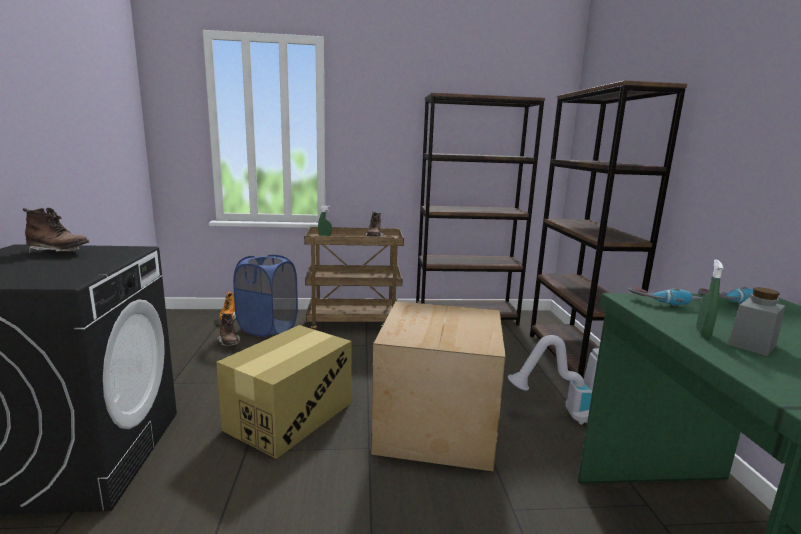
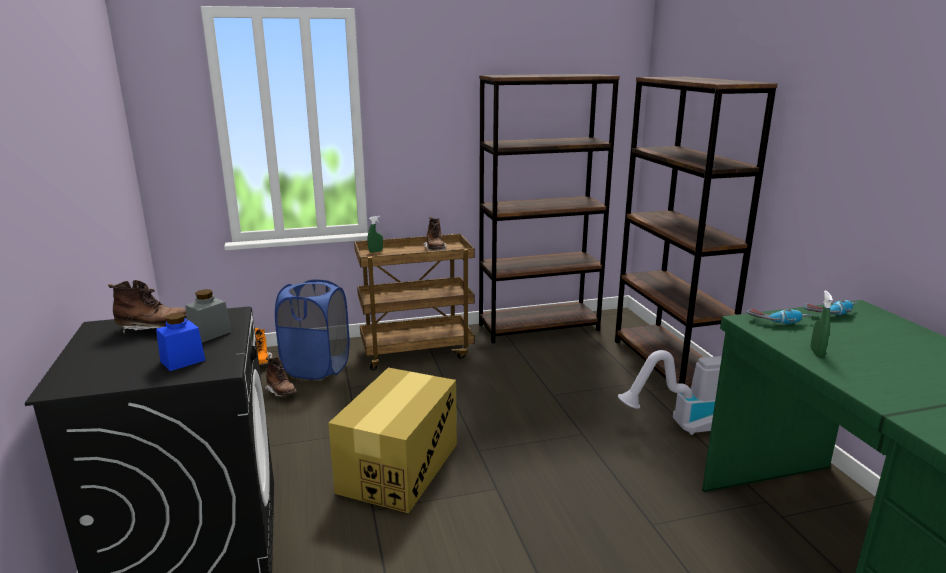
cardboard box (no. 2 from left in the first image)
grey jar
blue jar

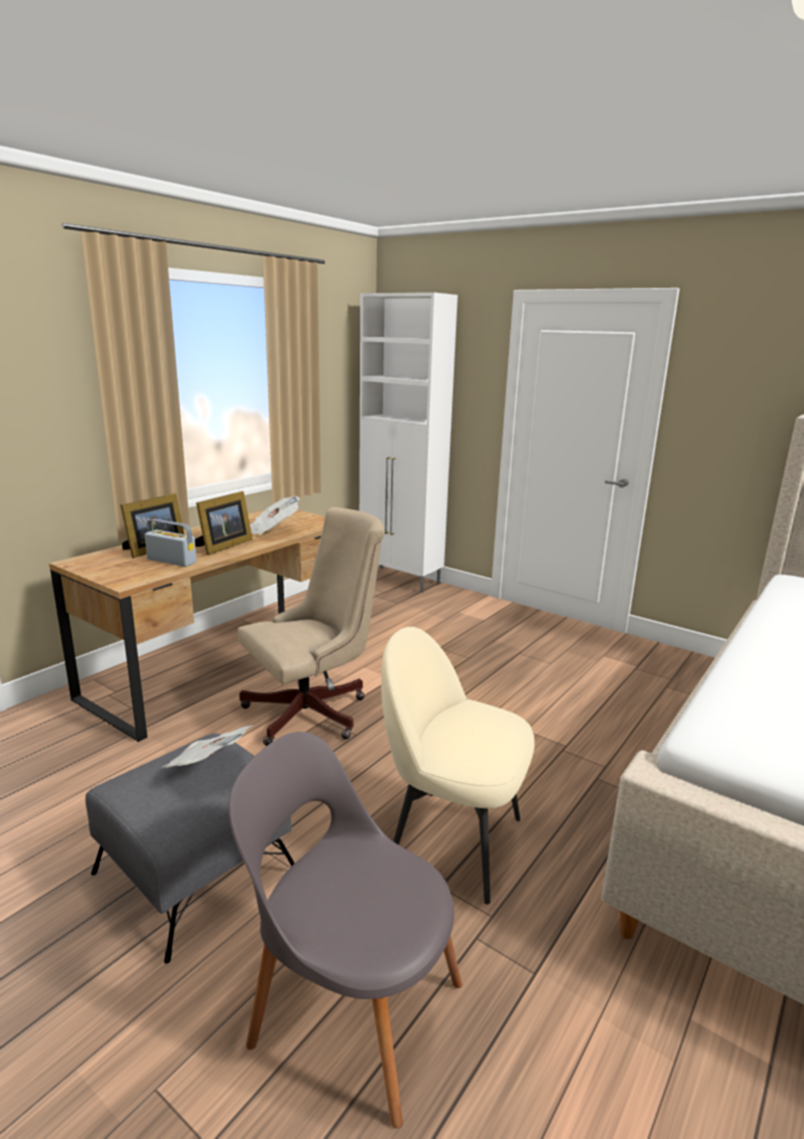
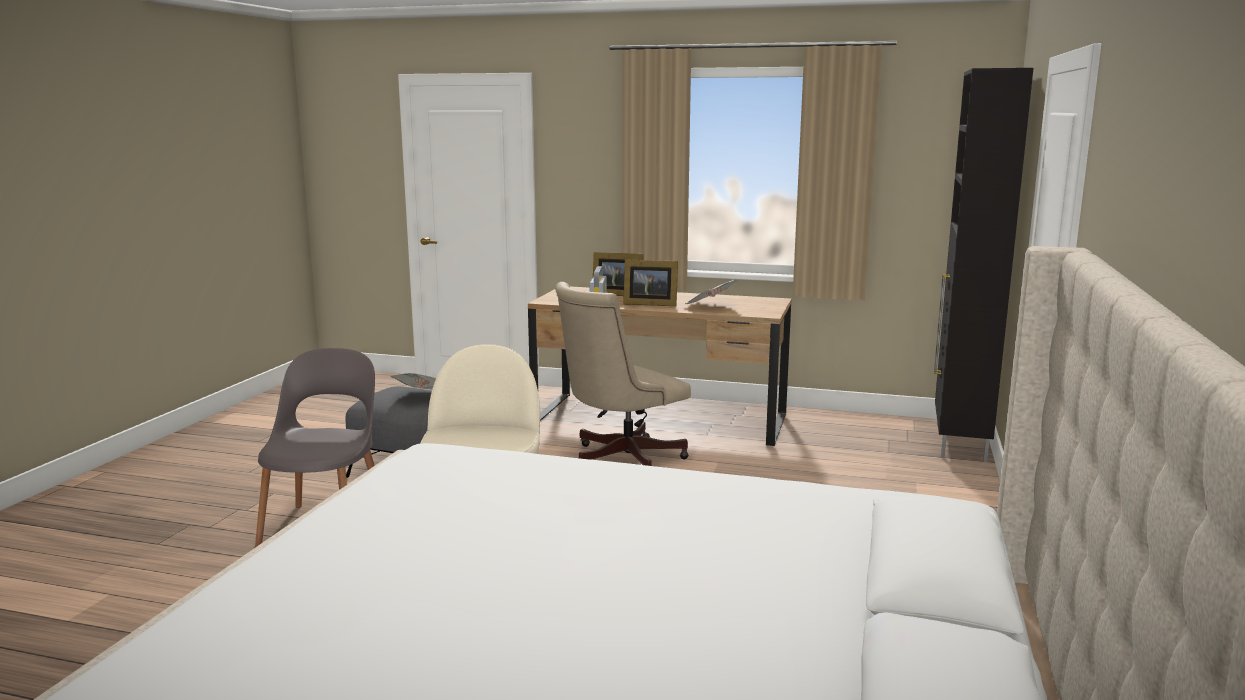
beige office chair
black cabinet

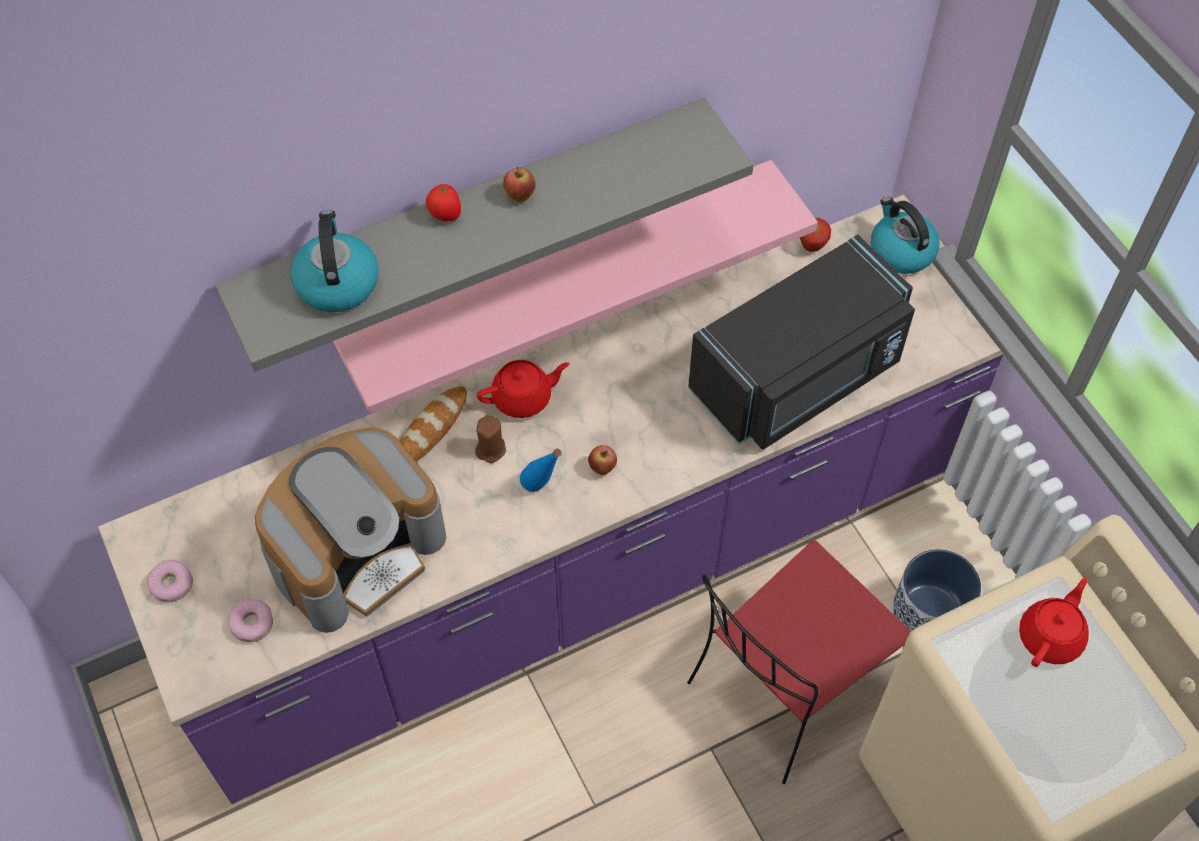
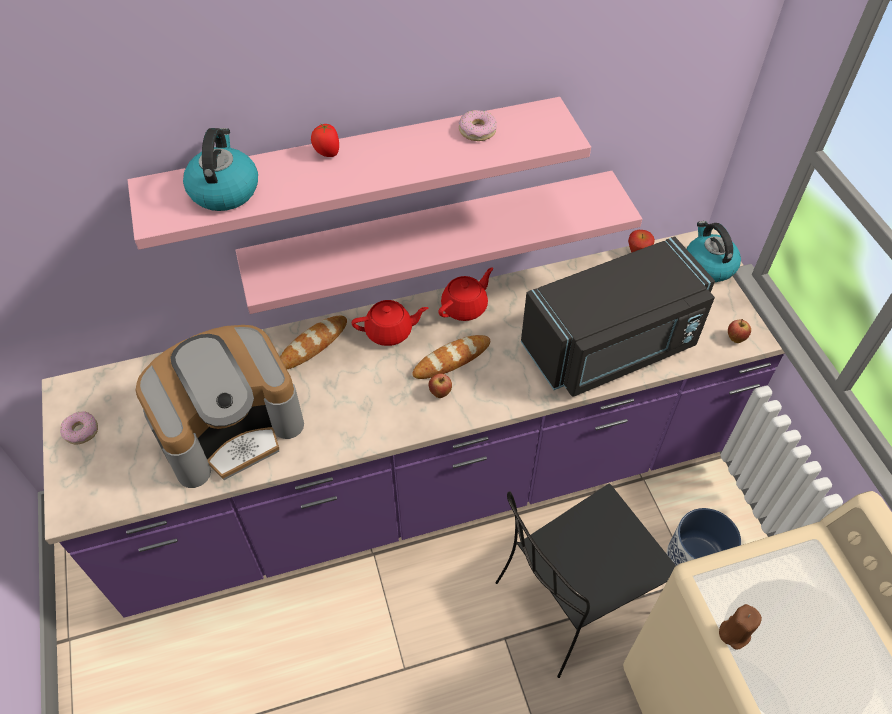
pink shelf (no. 1 from left)
donut (no. 2 from left)
brown candle
apple (no. 3 from left)
blue bottle
black chair
red teapot (no. 2 from left)
bread (no. 2 from left)

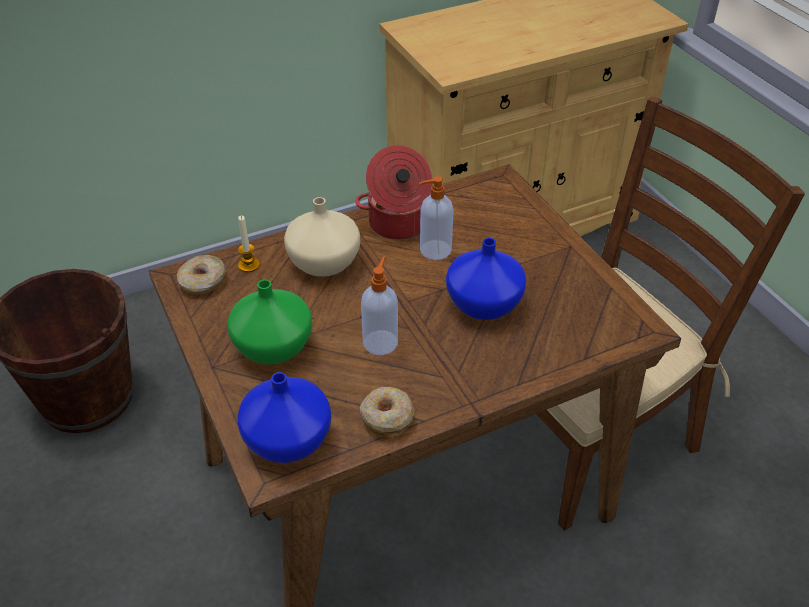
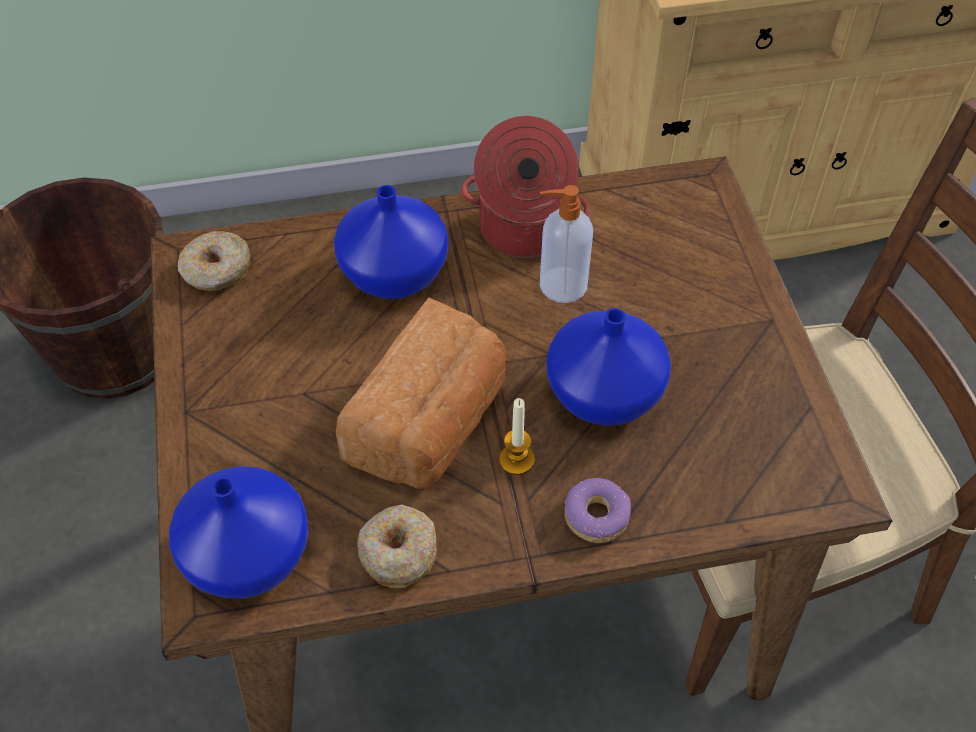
green vase
candle
blue vase (no. 2 from left)
bread
donut (no. 3 from left)

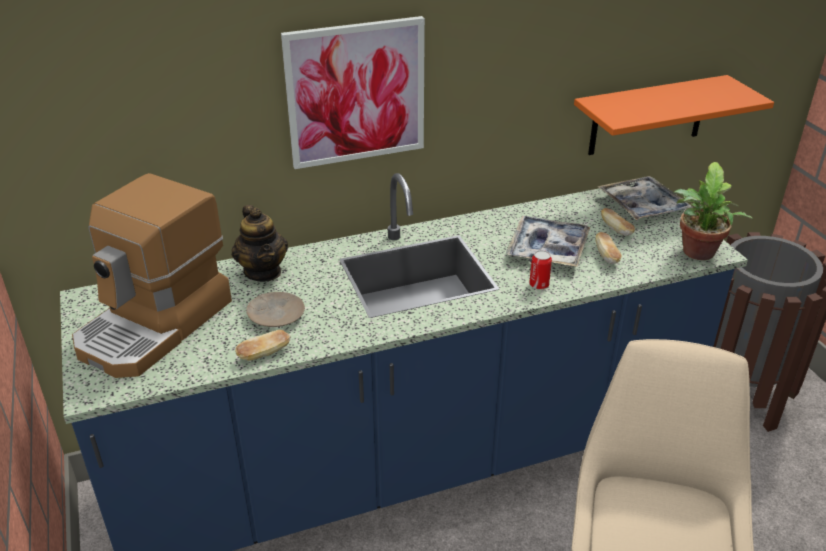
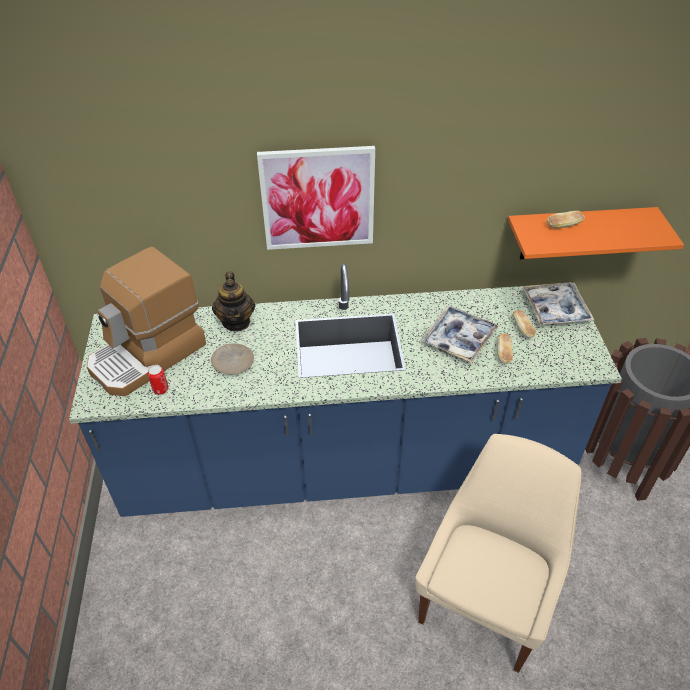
bread (no. 3 from left)
can
potted plant

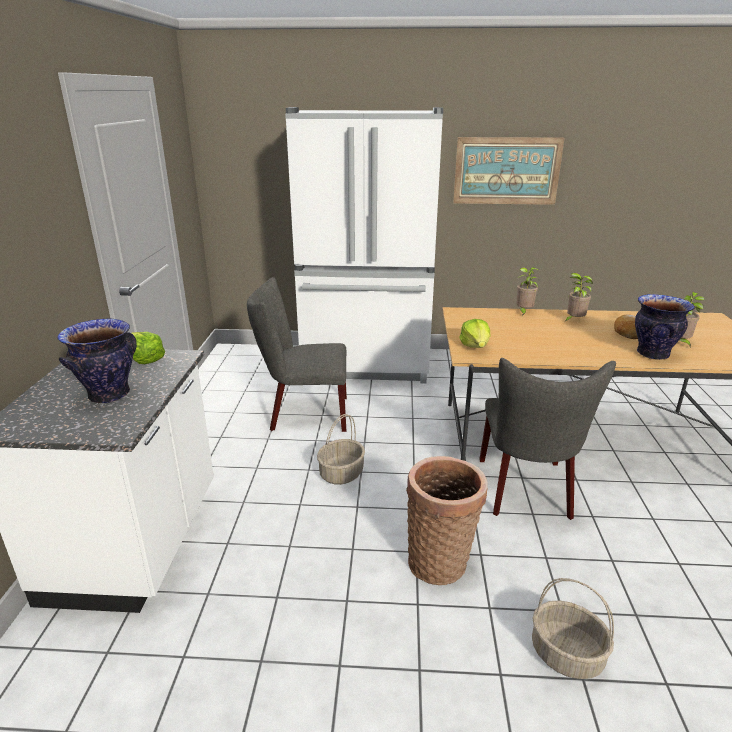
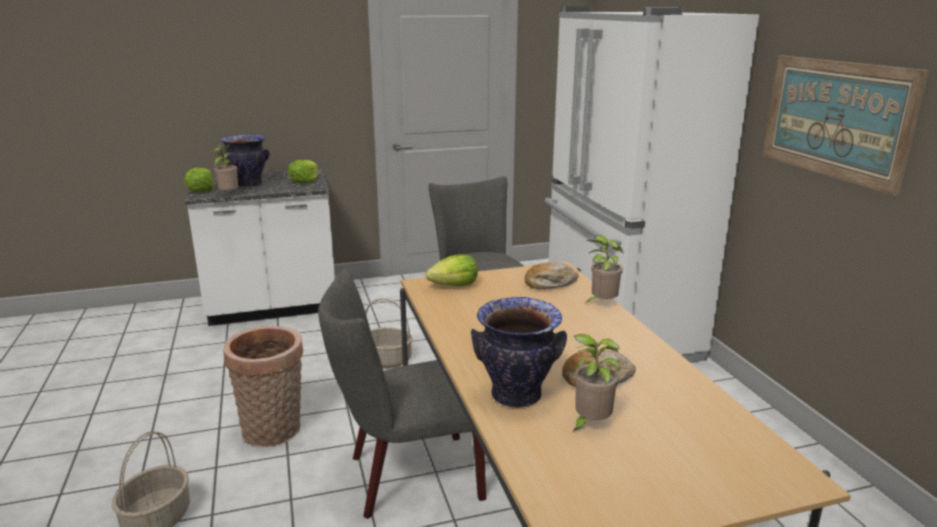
potted plant (no. 1 from left)
lettuce (no. 1 from left)
bread (no. 1 from left)

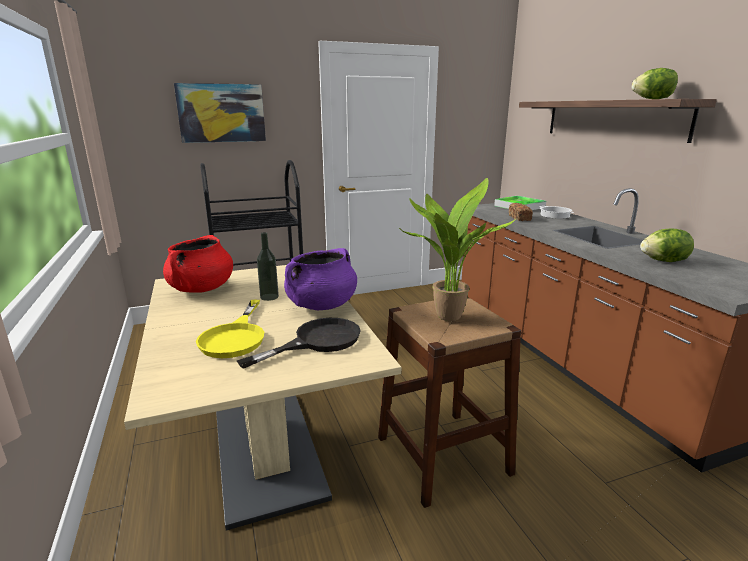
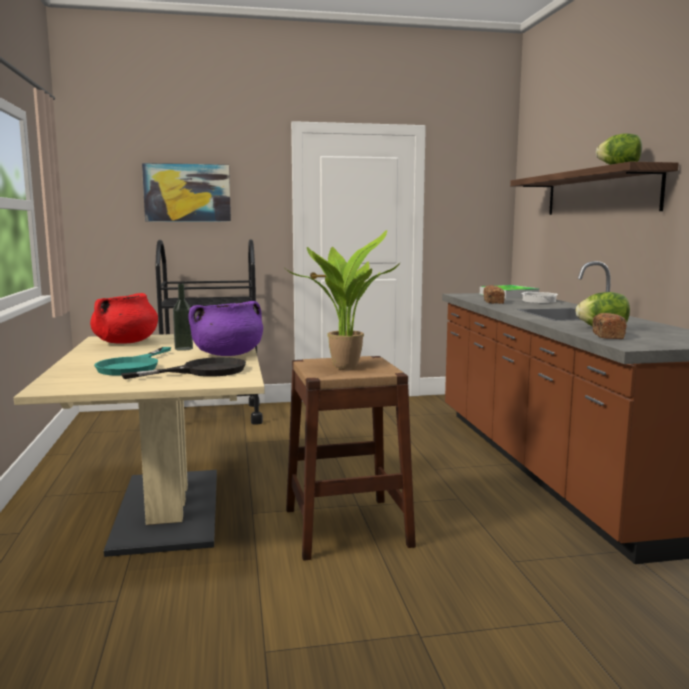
turquoise frying pan
bread (no. 2 from left)

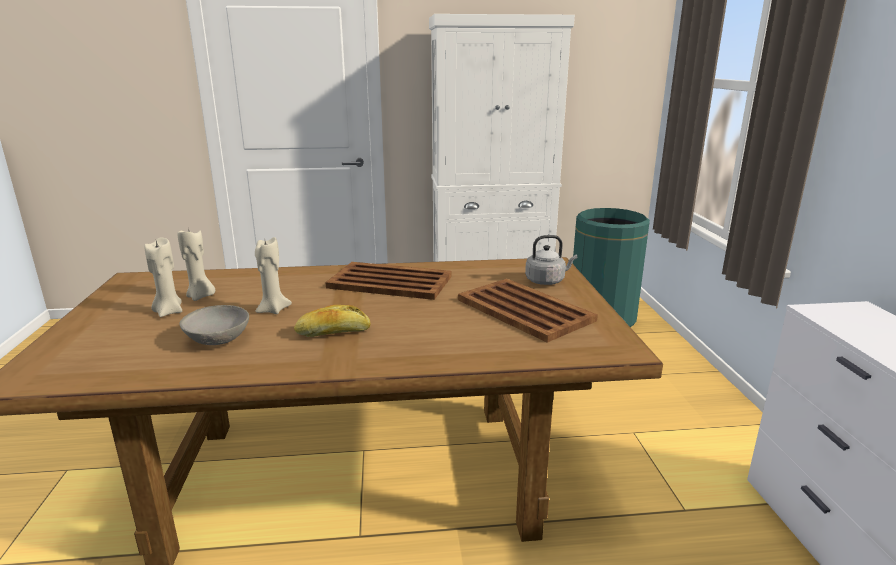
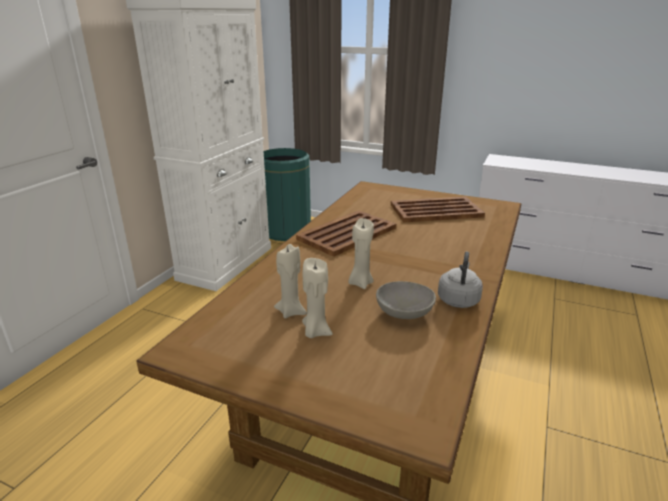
bread
grey kettle

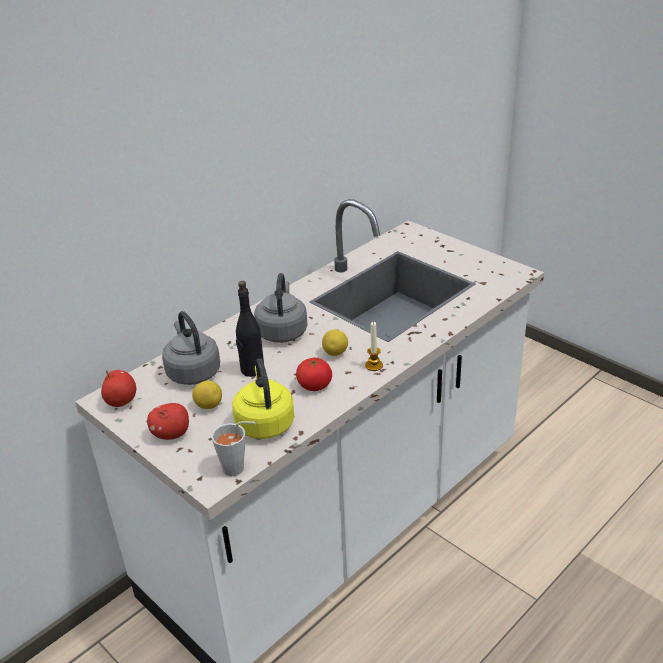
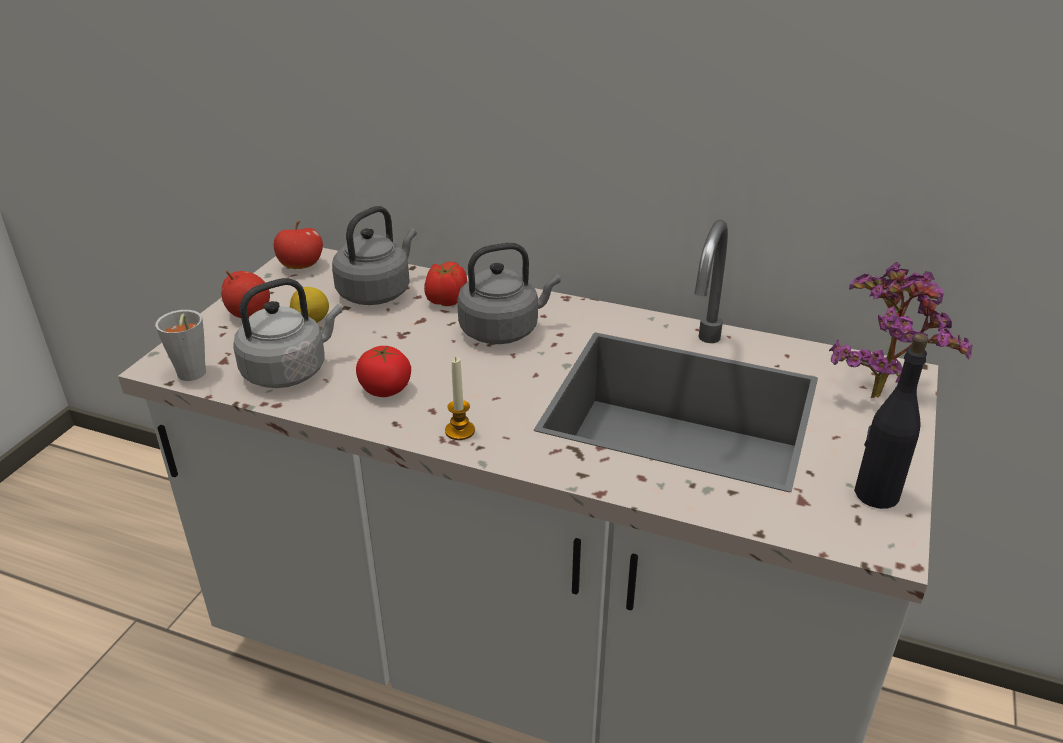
grey kettle (no. 1 from left)
black bottle
lemon (no. 2 from left in the first image)
tomato (no. 2 from left)
potted plant

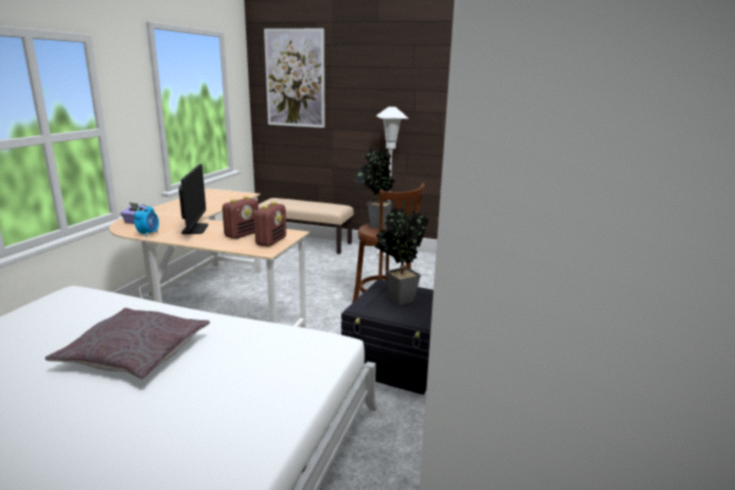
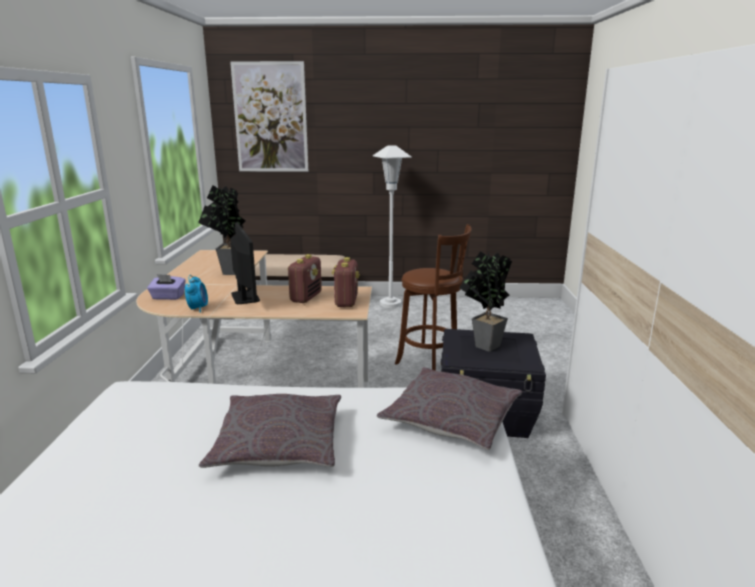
potted plant (no. 1 from left)
grey pillow (no. 2 from left)

